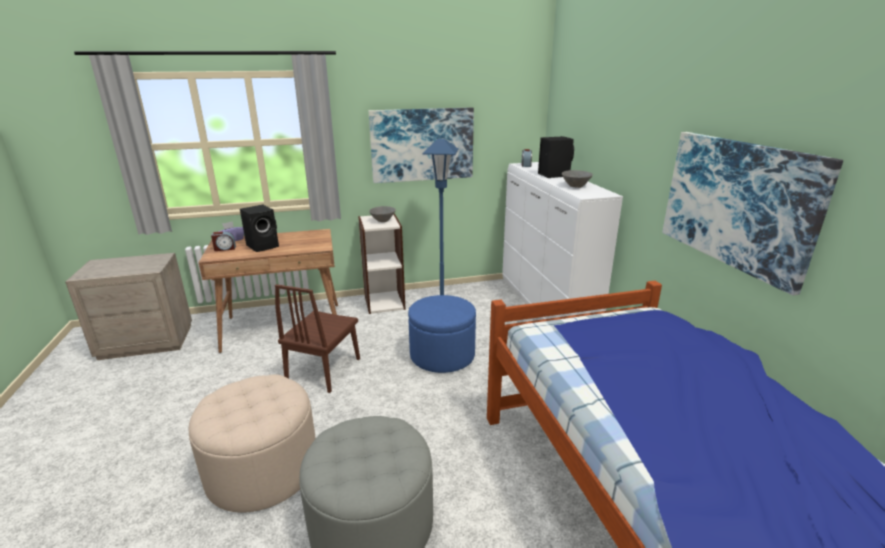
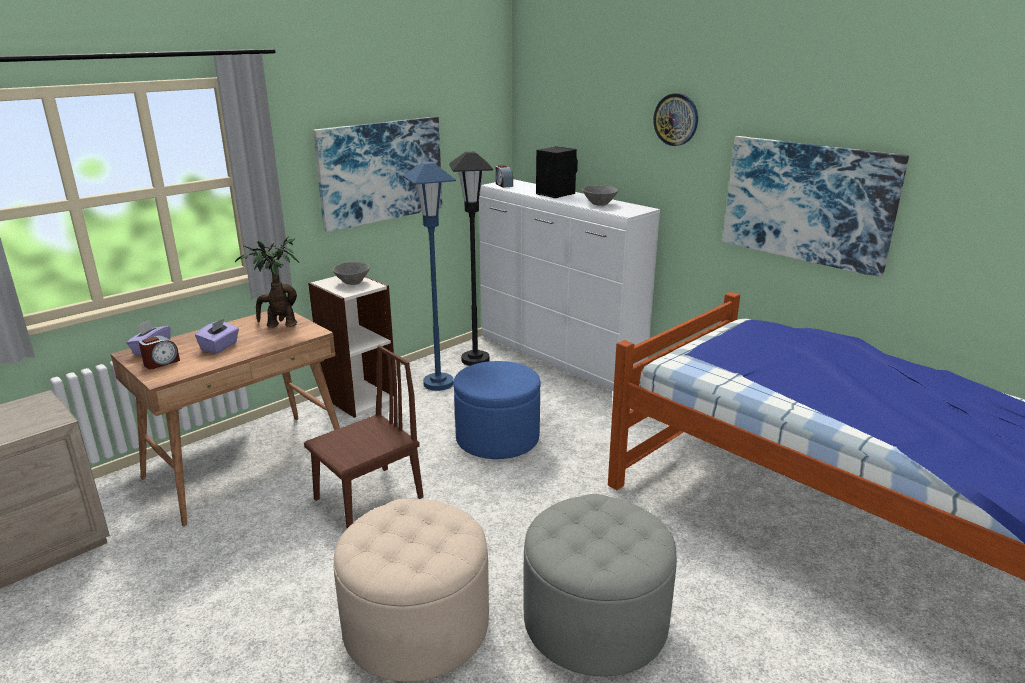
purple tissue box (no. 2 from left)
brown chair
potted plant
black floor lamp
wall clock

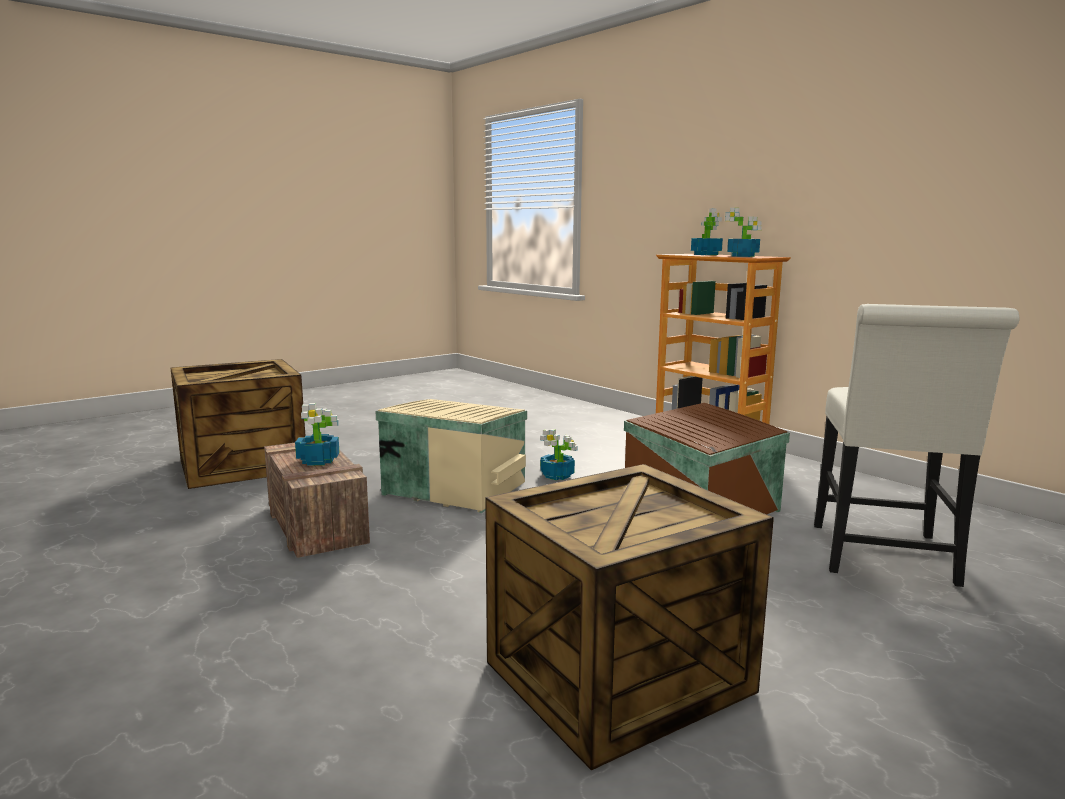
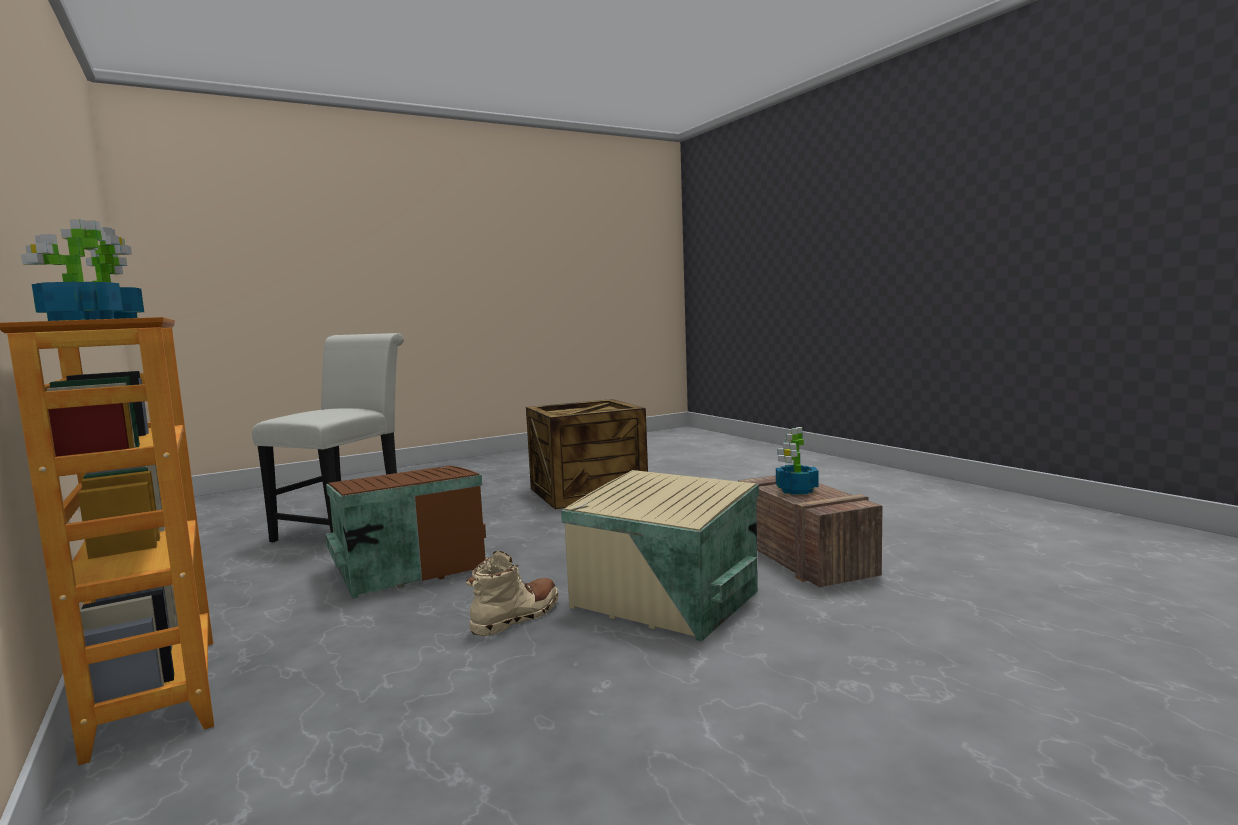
crate (no. 1 from left in the first image)
beige boot

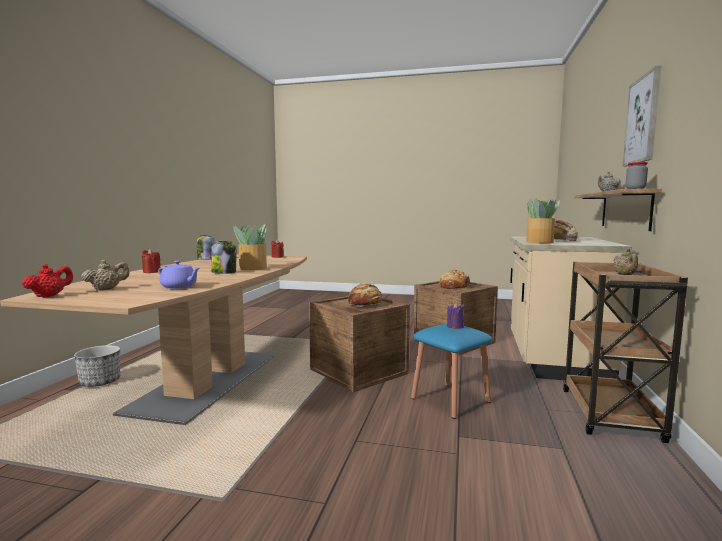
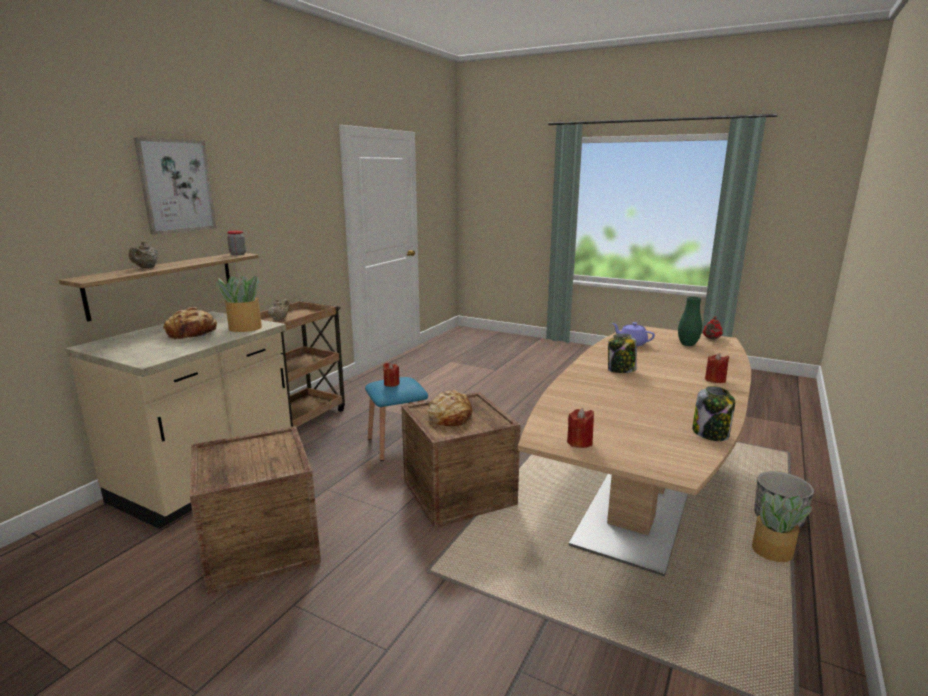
green vase
potted plant (no. 2 from left)
bread (no. 2 from left in the first image)
red candle (no. 1 from left)

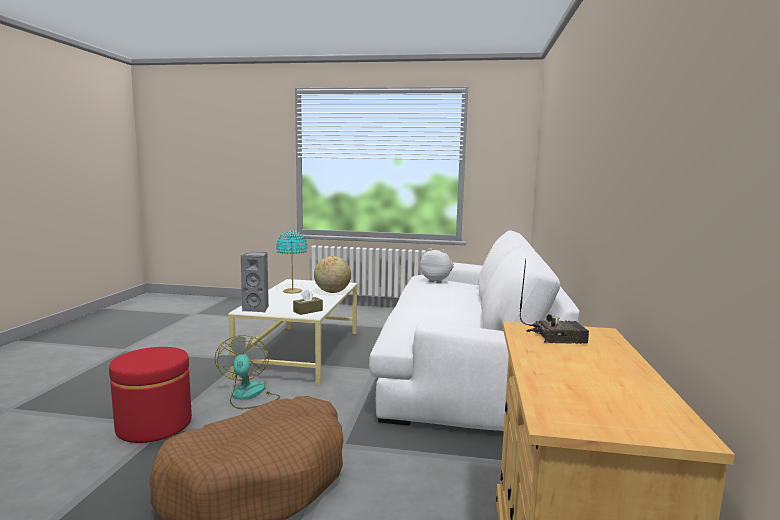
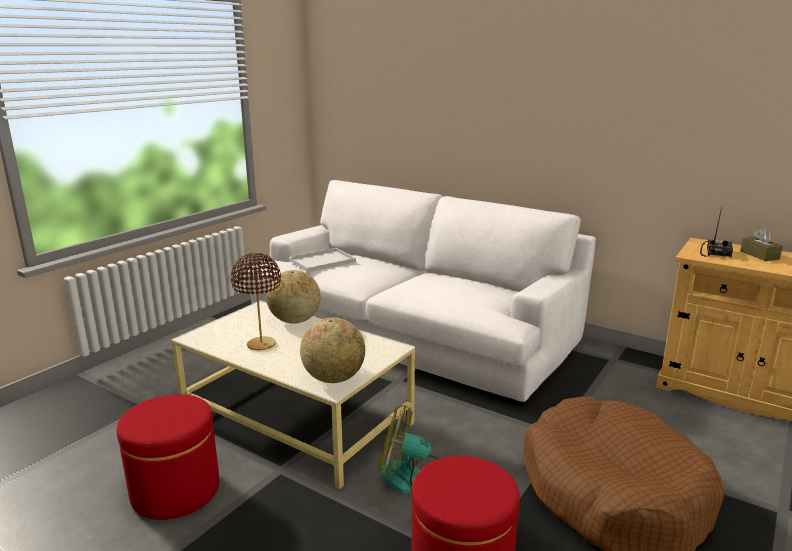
globe (no. 2 from left)
brown table lamp
brown tissue box
white tray
red ottoman (no. 1 from left)

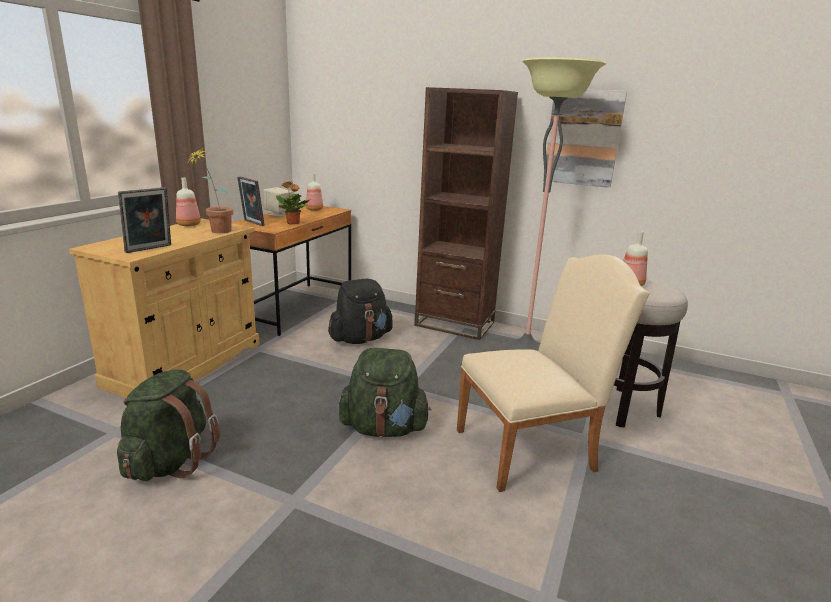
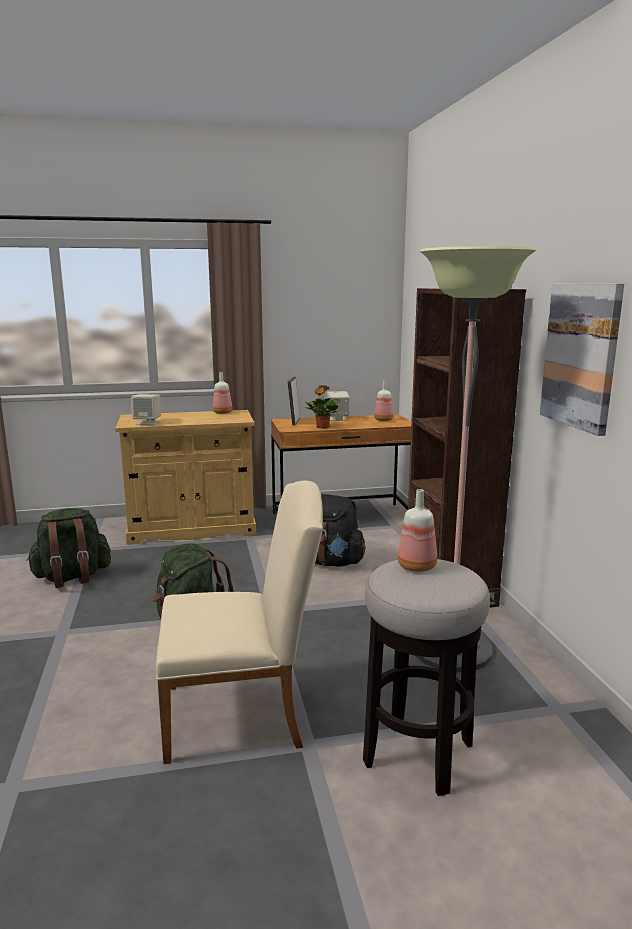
beige speaker (no. 1 from left)
potted plant (no. 1 from left in the first image)
beige chair

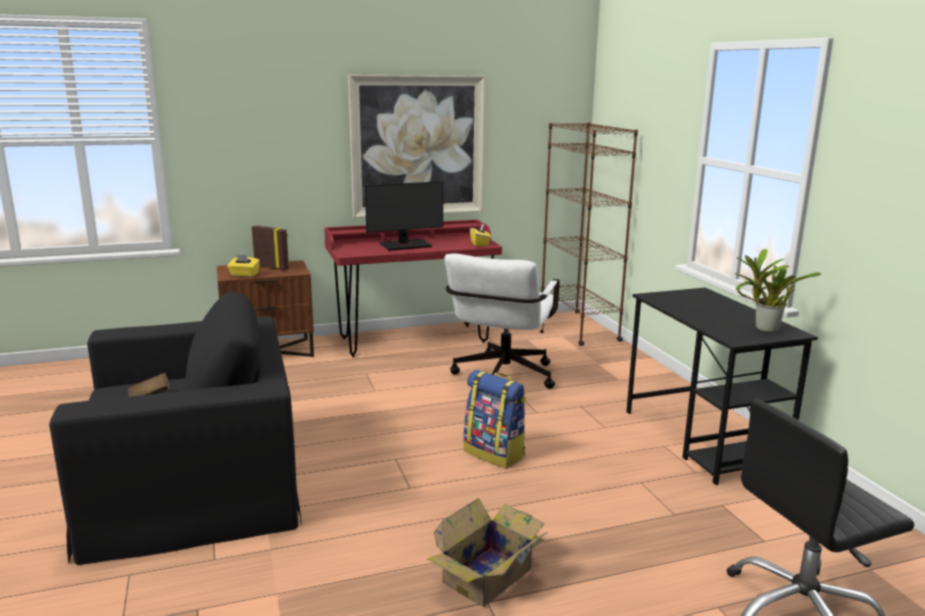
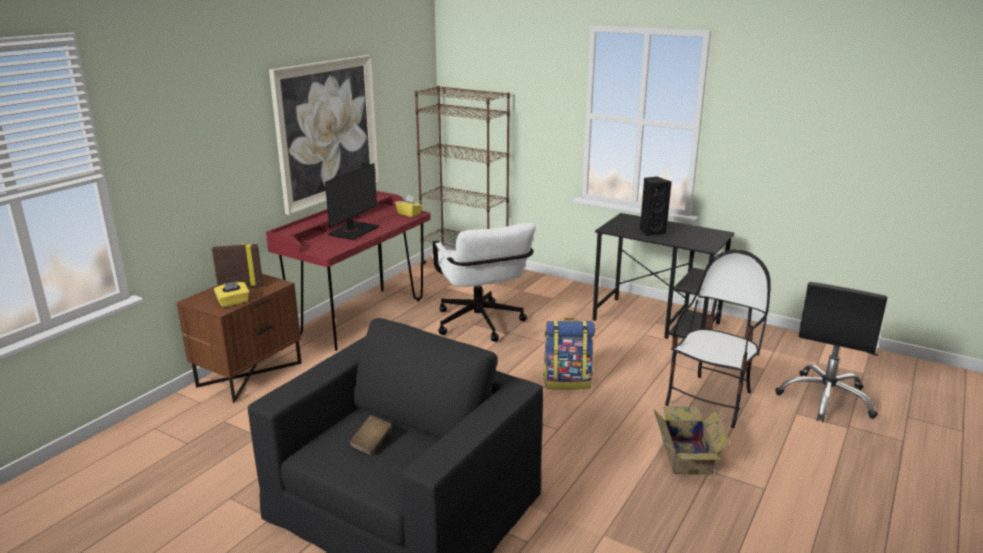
potted plant
black speaker
chair

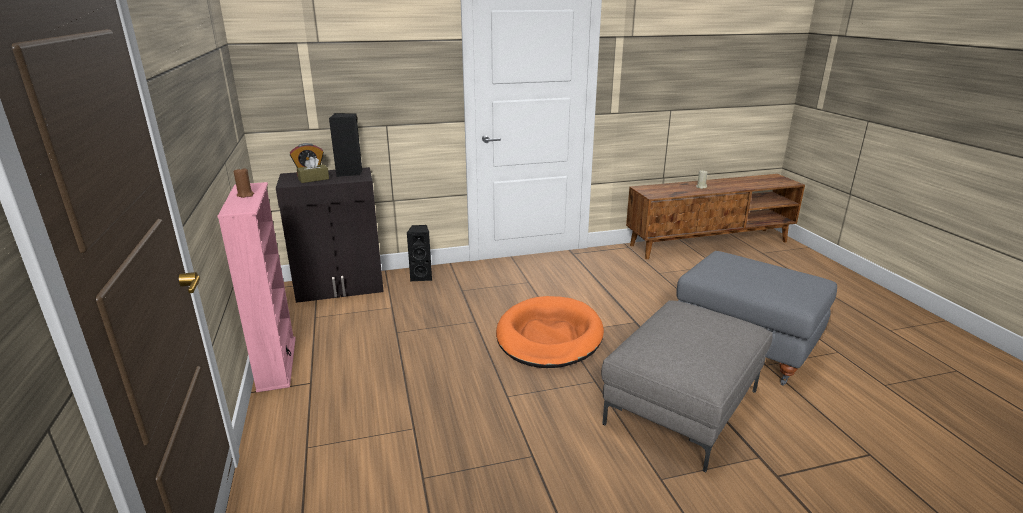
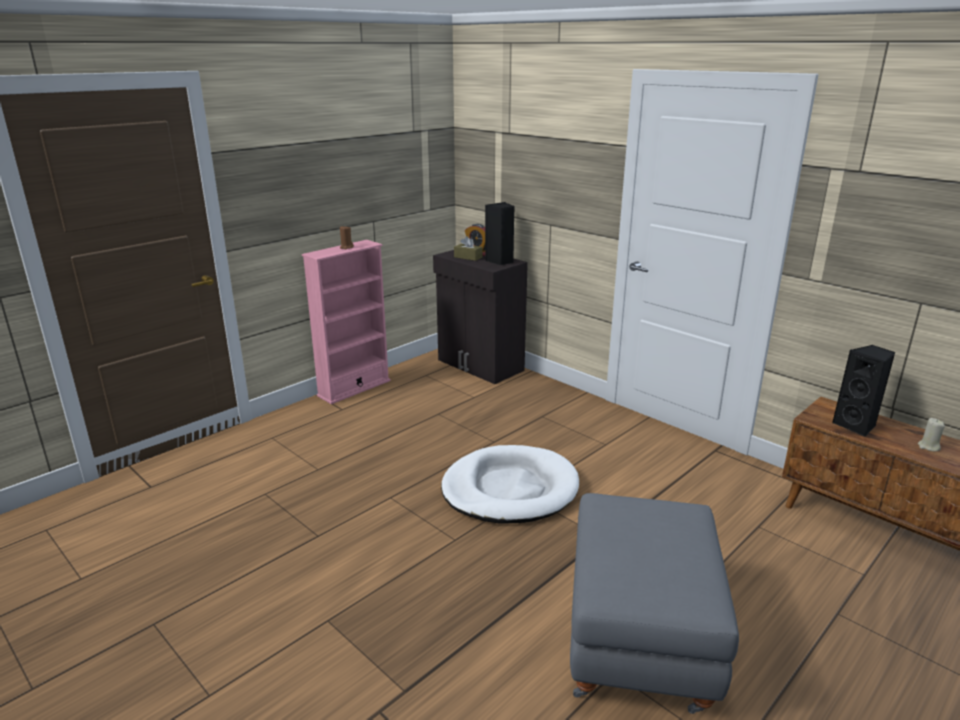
black speaker (no. 2 from left)
white dog bed
grey ottoman (no. 1 from left in the first image)

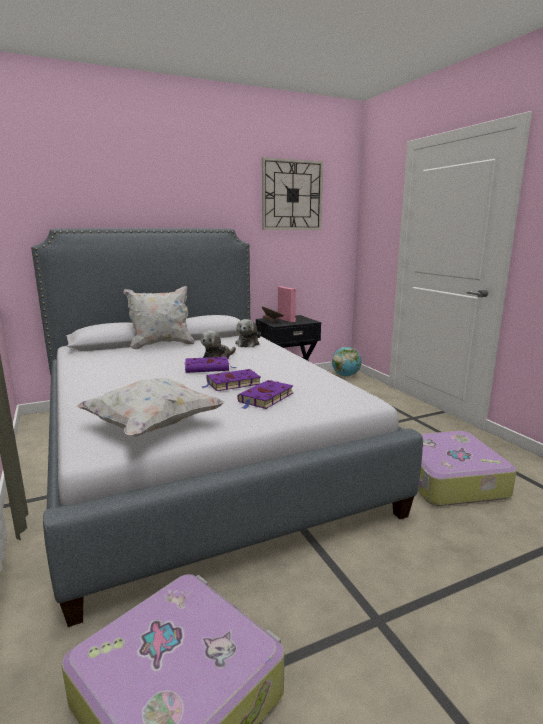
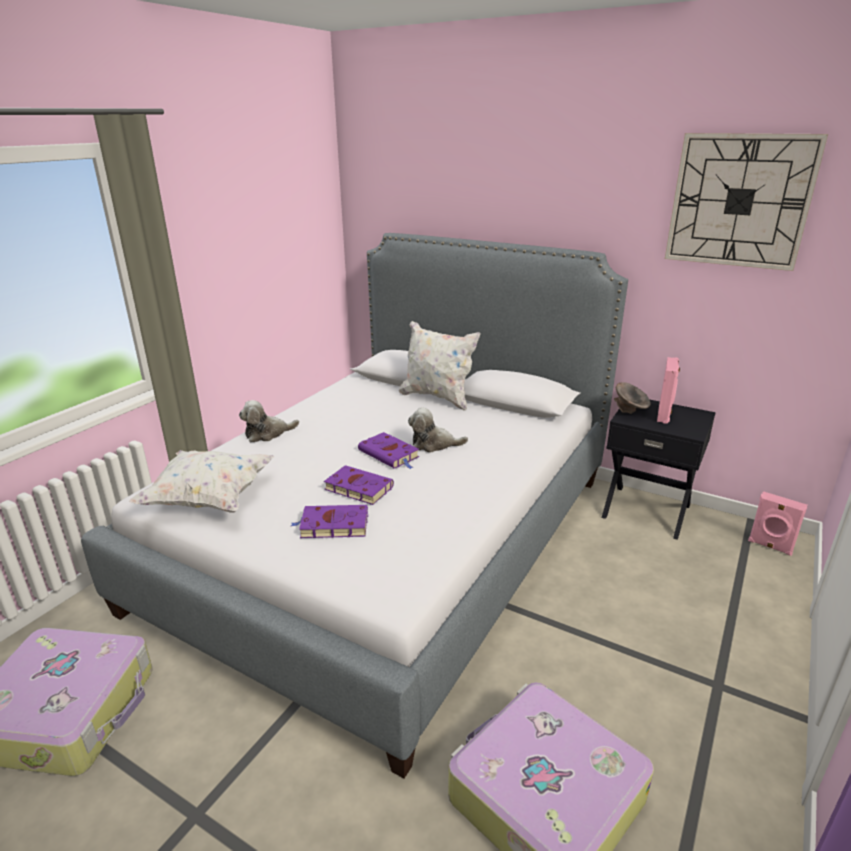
plush toy (no. 1 from left)
pink speaker (no. 2 from left)

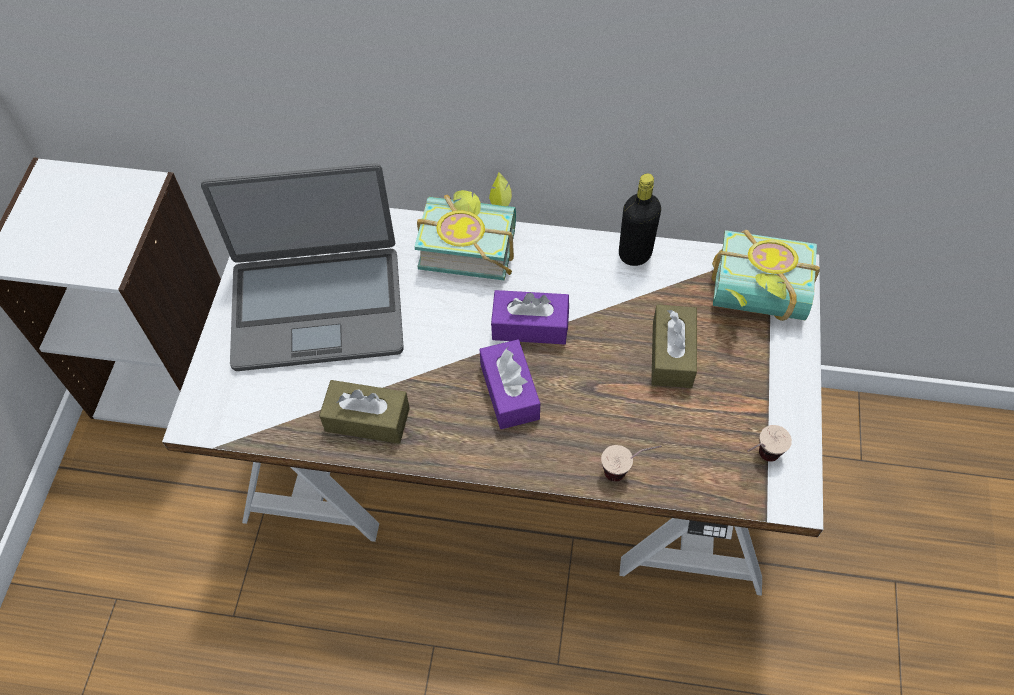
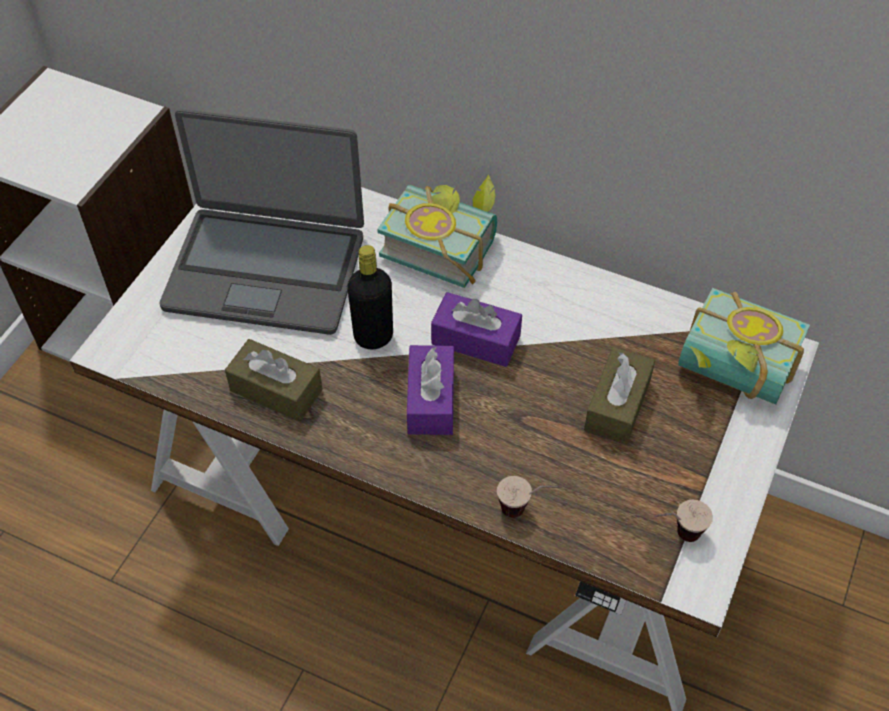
black bottle

